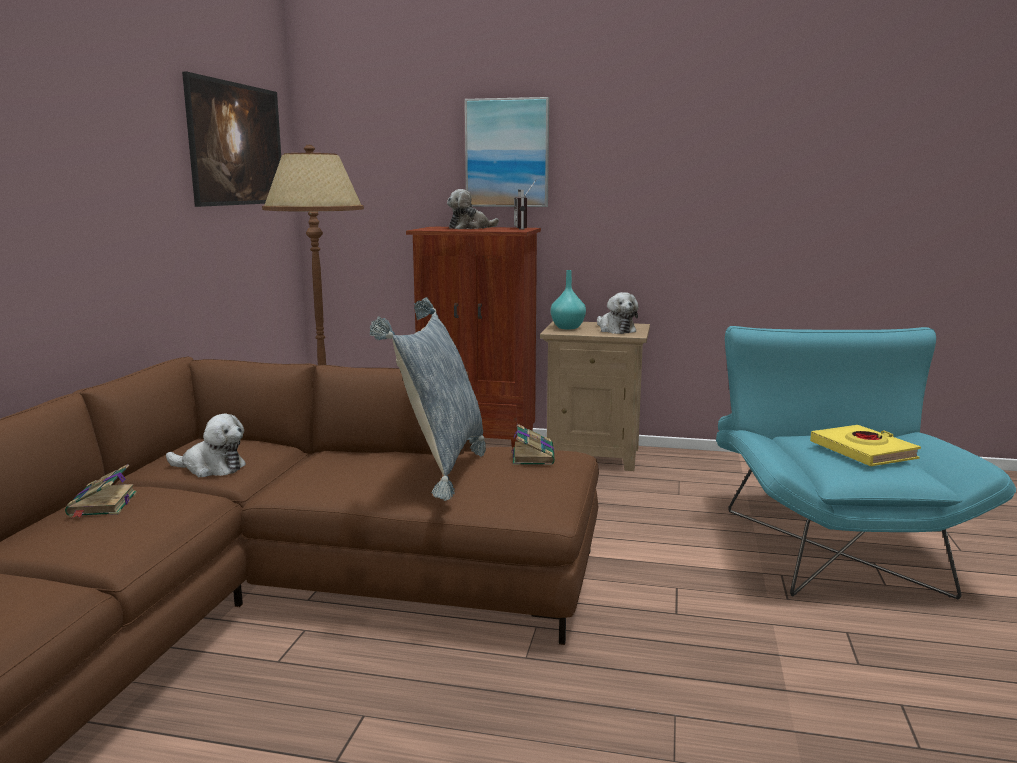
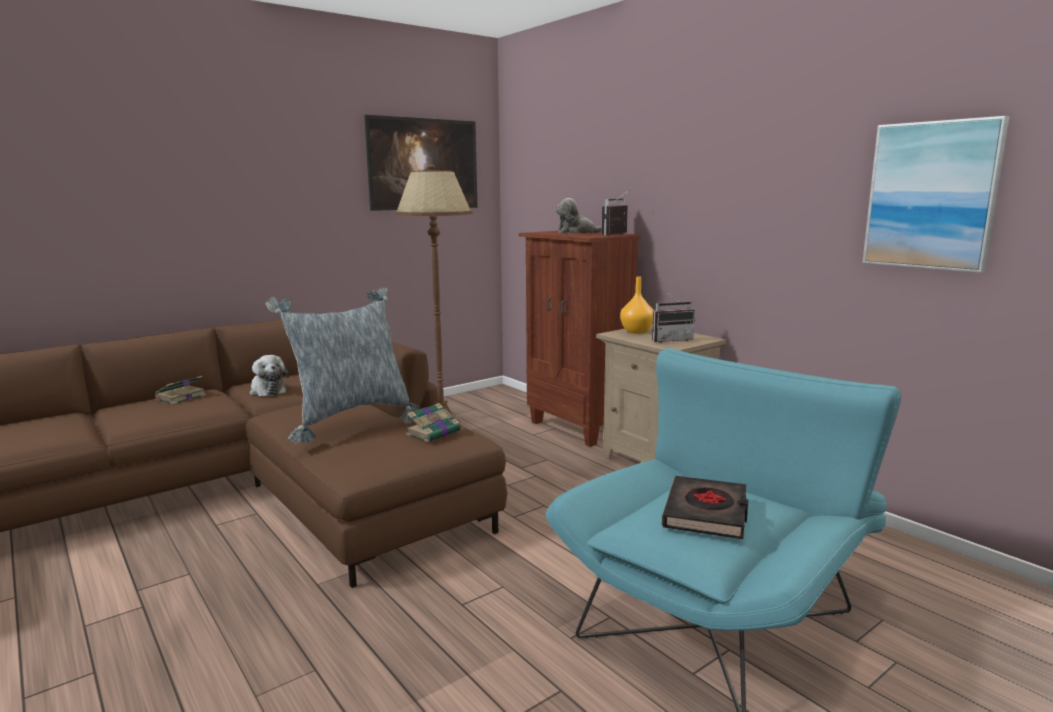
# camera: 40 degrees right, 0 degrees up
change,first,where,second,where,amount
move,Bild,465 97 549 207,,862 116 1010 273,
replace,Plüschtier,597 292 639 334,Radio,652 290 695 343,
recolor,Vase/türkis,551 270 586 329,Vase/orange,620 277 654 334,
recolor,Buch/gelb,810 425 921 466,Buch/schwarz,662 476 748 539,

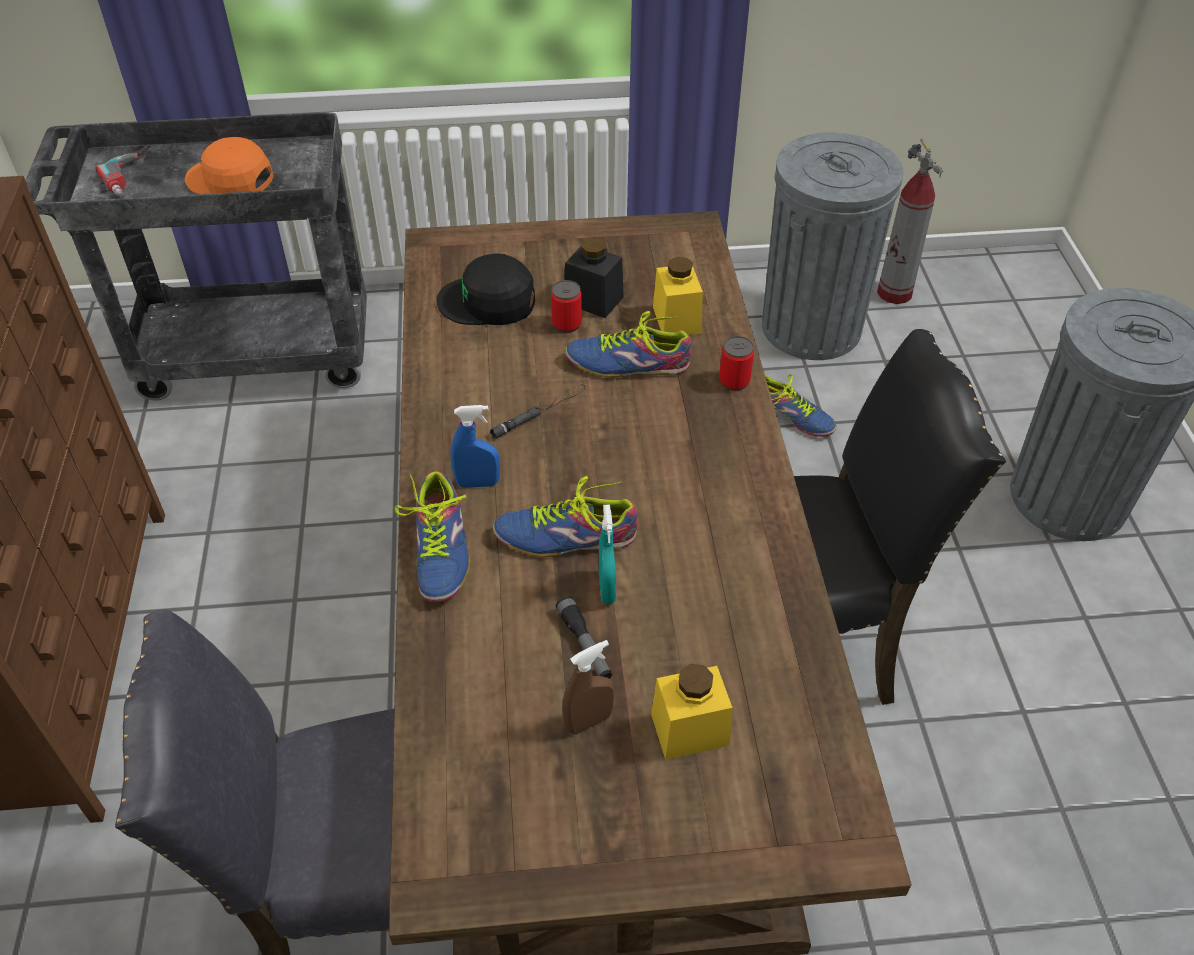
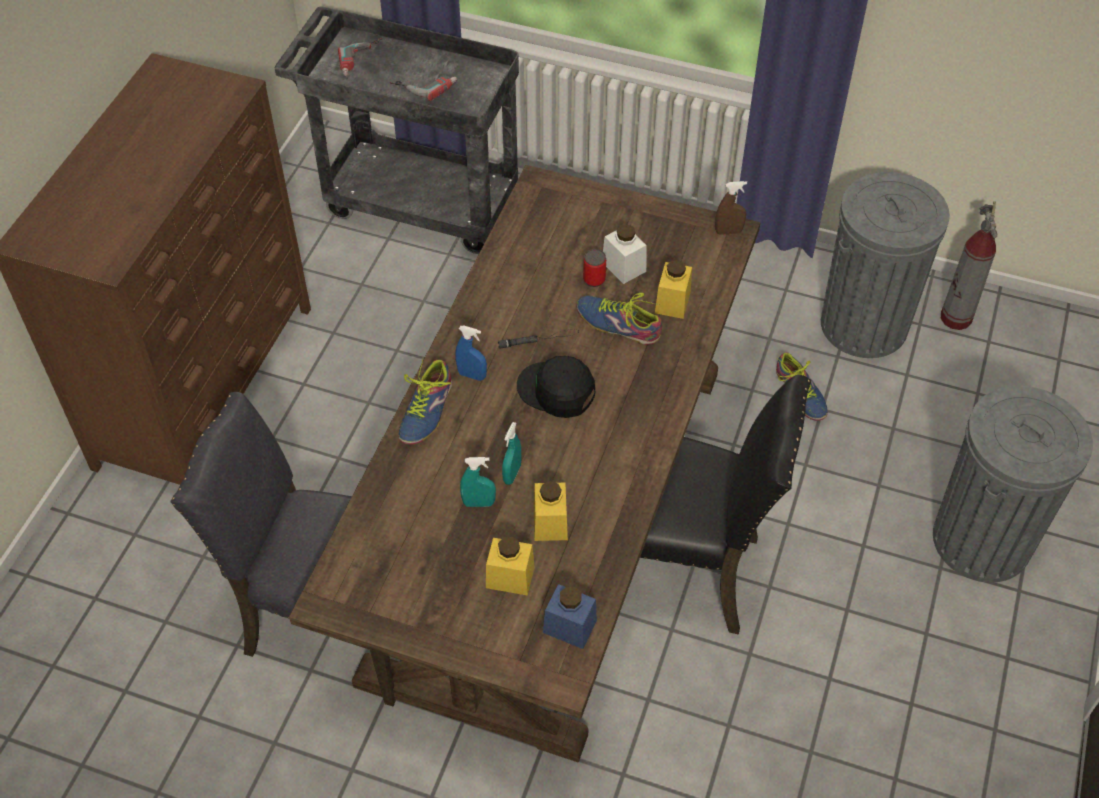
# camera: 25 degrees right, 5 degrees up
change,first,where,second,where,amount
delete,Schuh,493 476 638 557,,,
delete,Dose,719 336 754 391,,,
insert,,,Vorratsglas/gelb,534 481 568 541,
insert,,,Vorratsglas/blau,543 584 597 649,
move,Kappe/schwarz,437 253 535 325,,517 356 595 418,
move,Sprühflasche/braun,562 640 615 734,,715 181 747 235,
replace,Kappe/orange,185 137 273 194,Bohrmaschine,390 77 457 101,
replace,Taschenlampe,556 596 612 679,Sprühflasche/türkis,460 457 496 507,
recolor,Vorratsglas/schwarz,564 238 624 318,Vorratsglas/weiß,603 224 647 284,

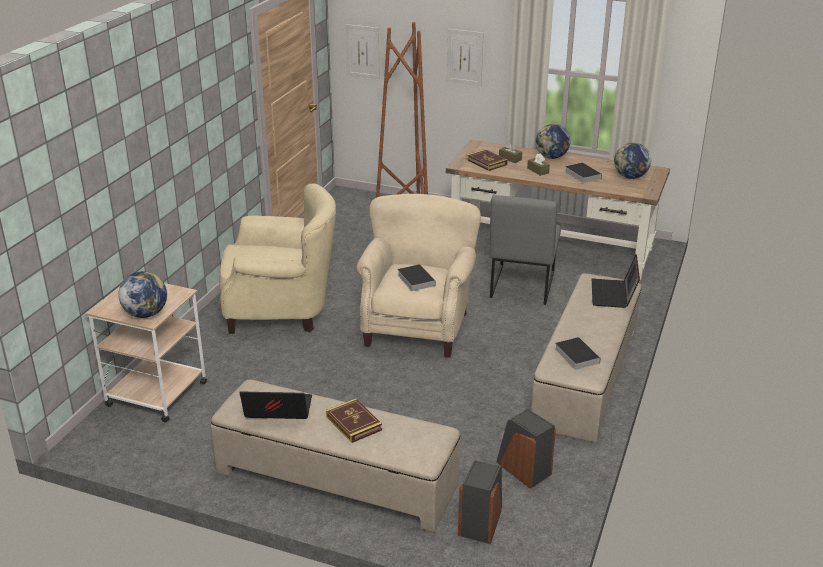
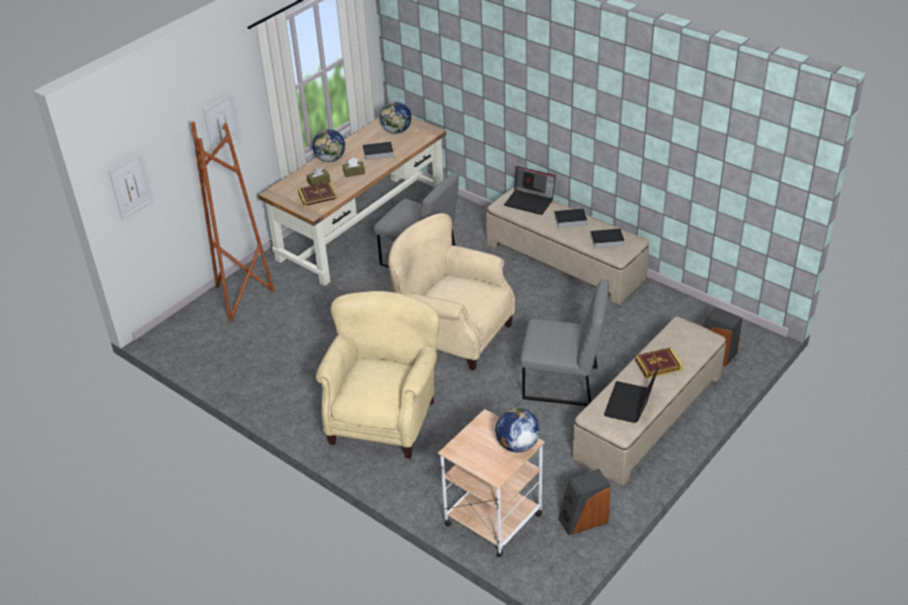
# camera: 70 degrees left, 10 degrees up
change,first,where,second,where,amount
insert,,,Stuhl/grau,520 280 609 406,
move,Buch,397 264 436 291,,549 208 587 228,
move,Lautsprecher,497 410 556 489,,558 469 611 536,

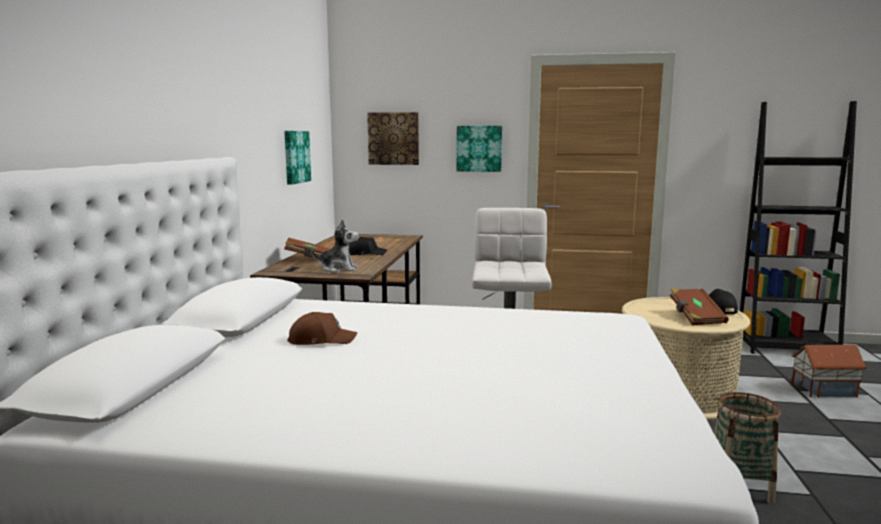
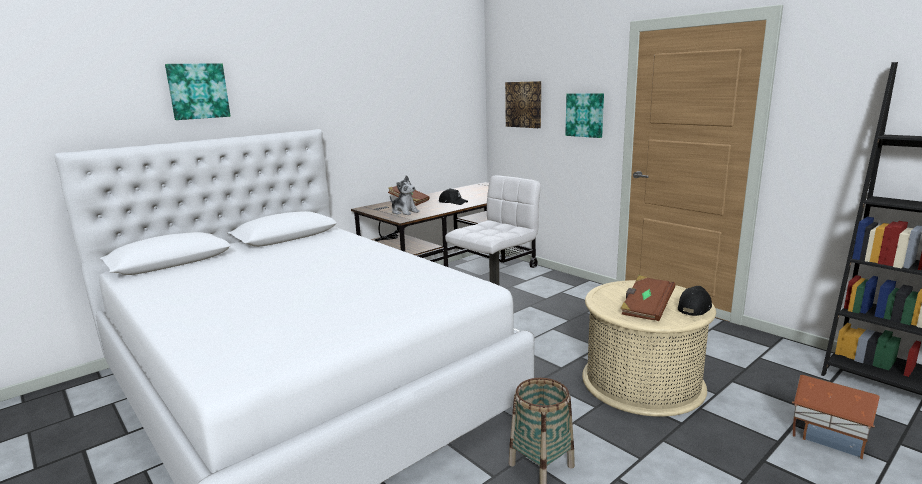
# camera: 40 degrees right, 5 degrees up
change,first,where,second,where,amount
delete,Kappe/braun,288 312 358 345,,,
move,Bild,284 131 311 185,,165 63 231 120,

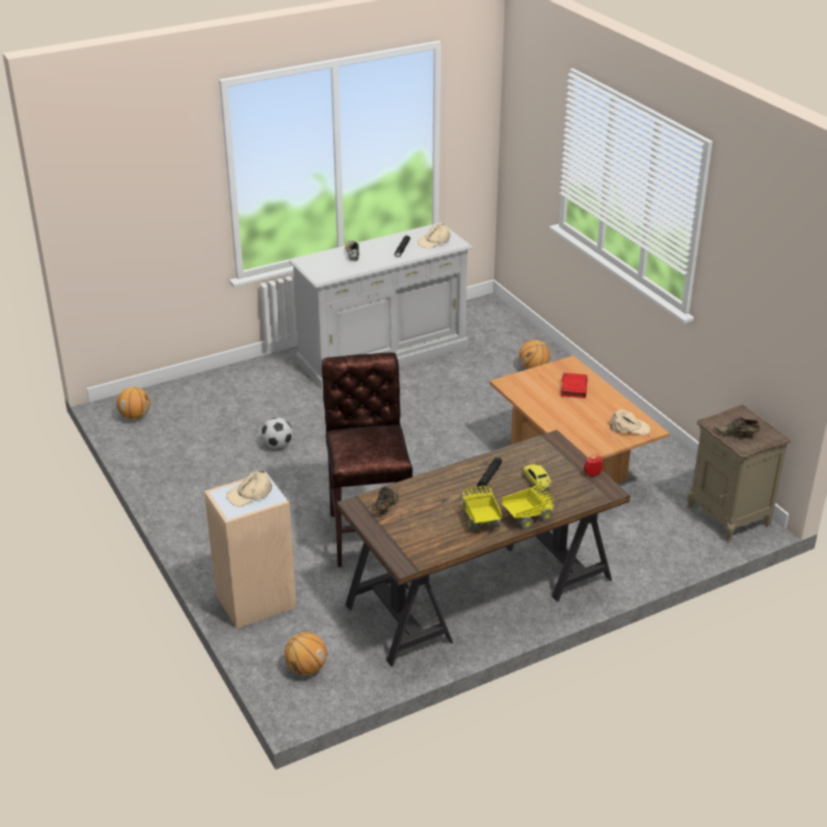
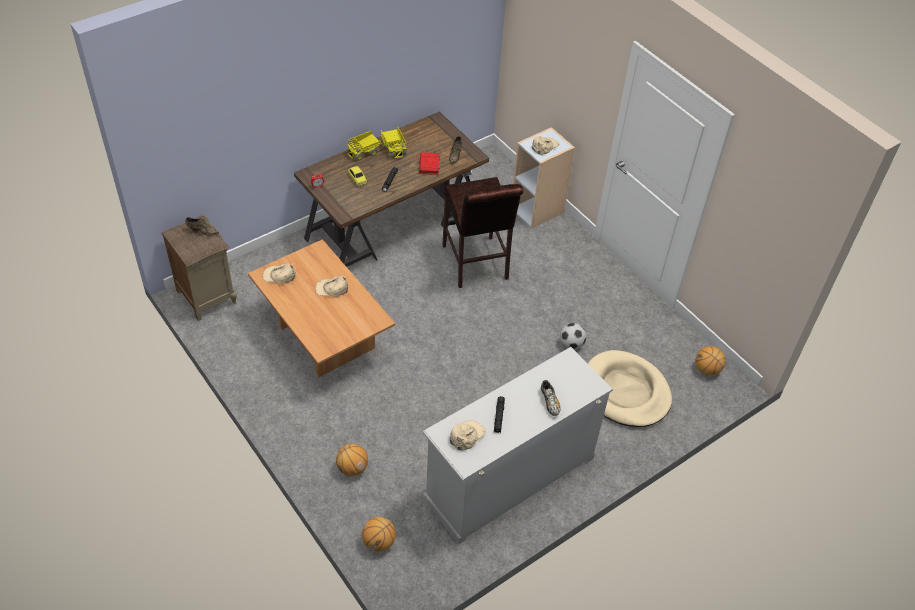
# camera: 170 degrees right, 15 degrees up
change,first,where,second,where,amount
insert,,,Kappe/beige,315 276 349 297,
insert,,,Hundebett/beige,588 350 672 427,
move,Basketball,284 632 327 675,,362 517 396 551,
move,Buch/rot,561 373 588 398,,419 152 440 175,

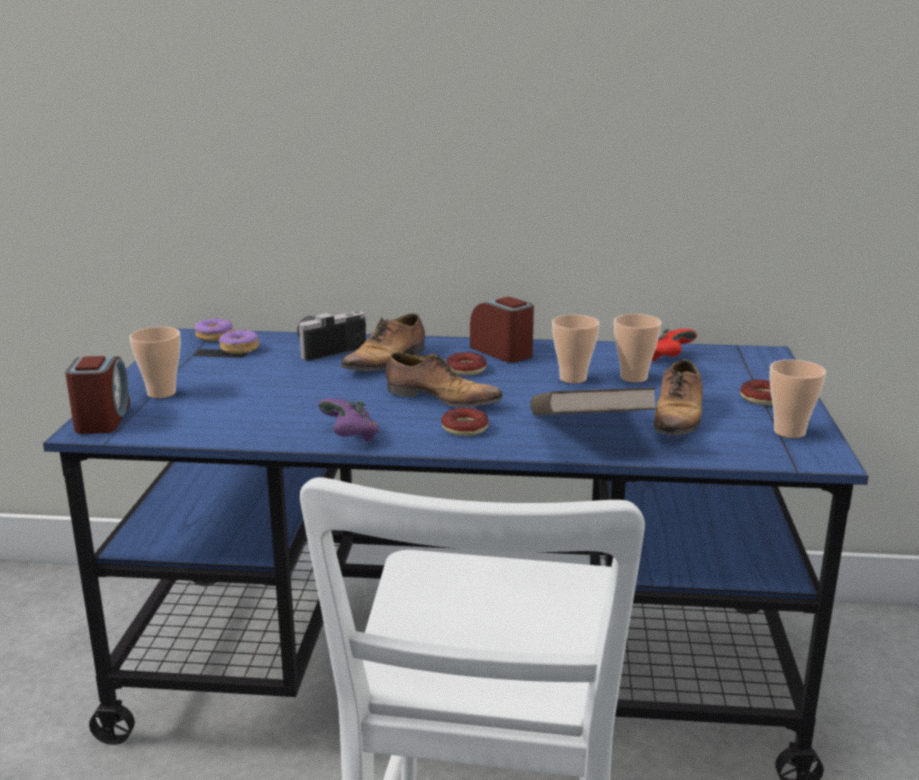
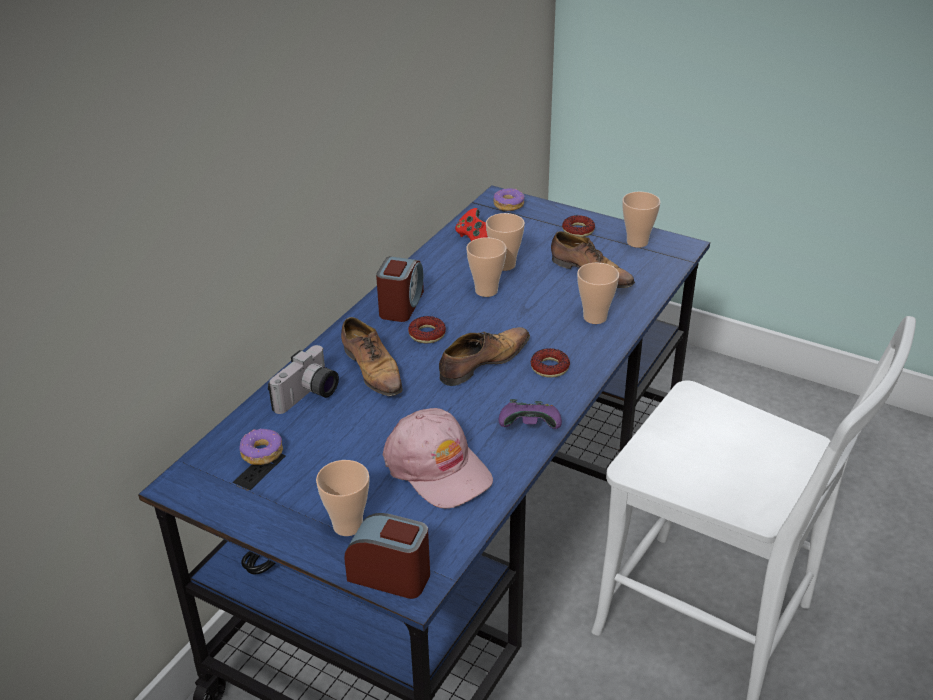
# camera: 65 degrees left, 15 degrees up
change,first,where,second,where,amount
insert,,,Kappe/rosa,383 408 493 509,
move,Donut,195 318 233 341,,494 188 525 211,
replace,Buch/braun,530 387 658 415,Tasse,577 263 619 324,
rotate,Kamera,297 311 366 361,,268 345 339 414,135 degrees counterclockwise
rotate,Wecker,470 297 534 363,,376 256 424 322,120 degrees clockwise

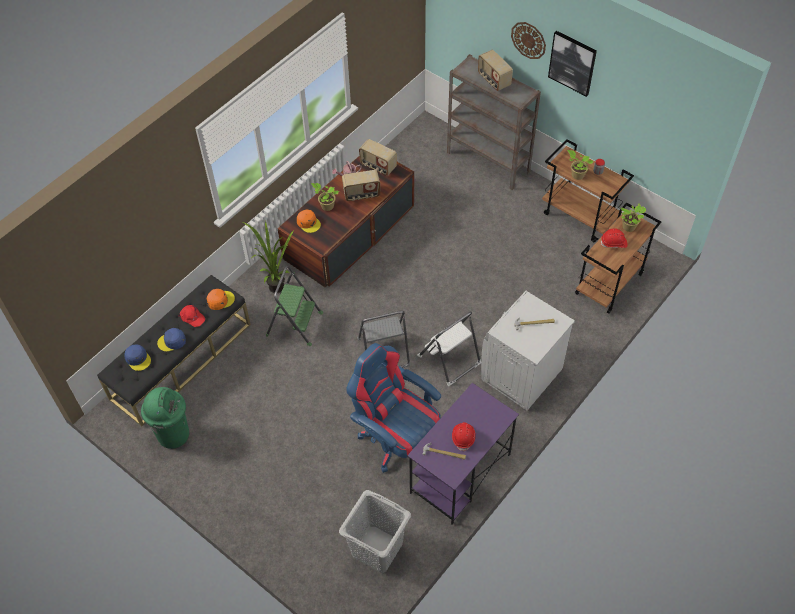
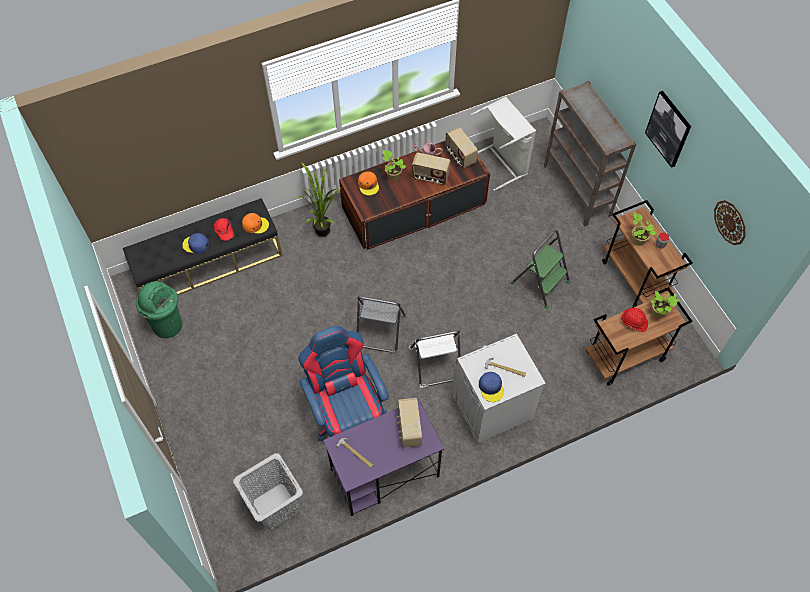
# camera: 25 degrees right, 5 degrees up
change,first,where,second,where,amount
delete,Schutzhelm/rot,452 422 476 452,,,
insert,,,Wäschekorb/grau,471 97 536 191,
move,Kappe/blau,124 344 151 371,,479 372 504 402,
move,Trittleiter/grün,266 266 323 346,,511 230 571 309,
move,Radio,478 50 513 91,,397 398 422 448,
move,Wanduhr,511 22 546 59,,714 200 745 245,

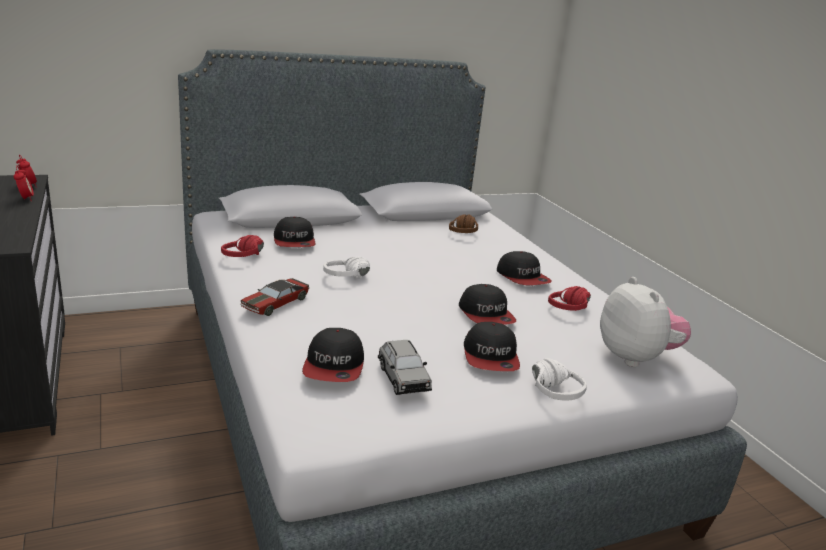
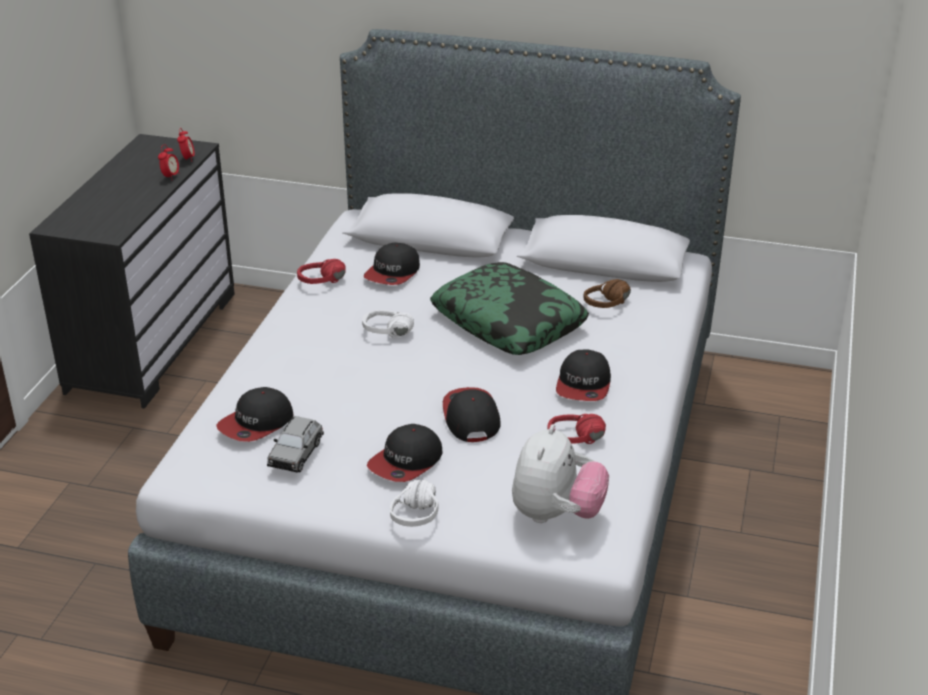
# camera: 40 degrees right, 10 degrees up
change,first,where,second,where,amount
delete,Spielzeugauto,240 278 309 316,,,
insert,,,Kissen,430 262 589 355,
rotate,Kappe,459 284 516 325,,443 387 501 442,150 degrees clockwise

